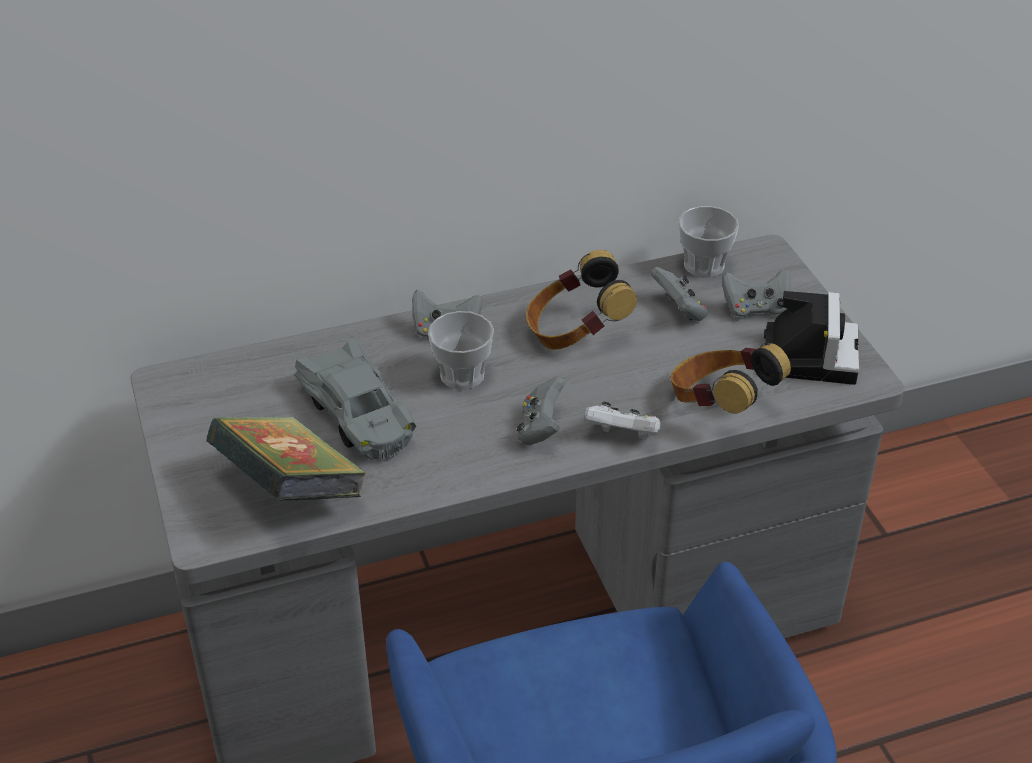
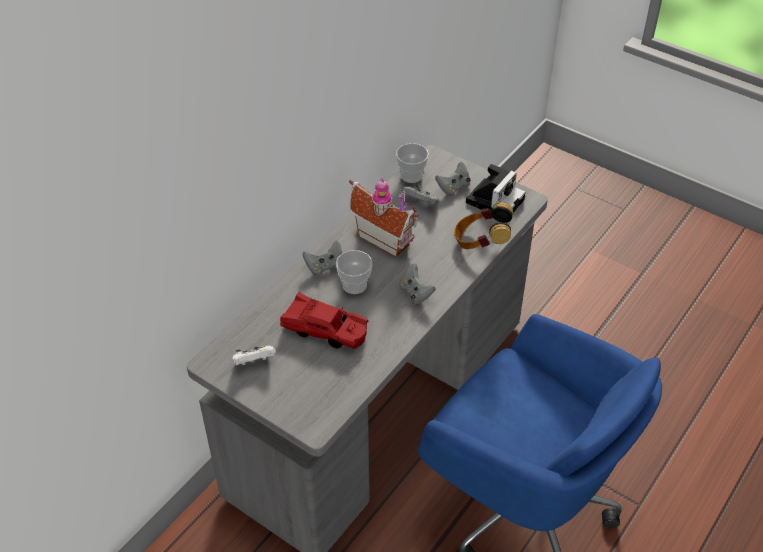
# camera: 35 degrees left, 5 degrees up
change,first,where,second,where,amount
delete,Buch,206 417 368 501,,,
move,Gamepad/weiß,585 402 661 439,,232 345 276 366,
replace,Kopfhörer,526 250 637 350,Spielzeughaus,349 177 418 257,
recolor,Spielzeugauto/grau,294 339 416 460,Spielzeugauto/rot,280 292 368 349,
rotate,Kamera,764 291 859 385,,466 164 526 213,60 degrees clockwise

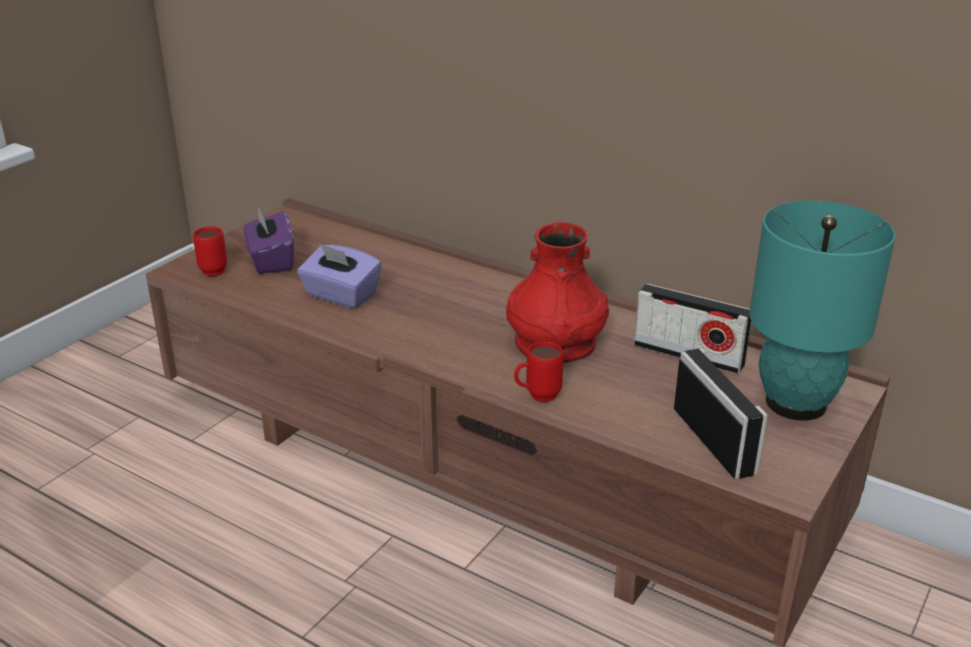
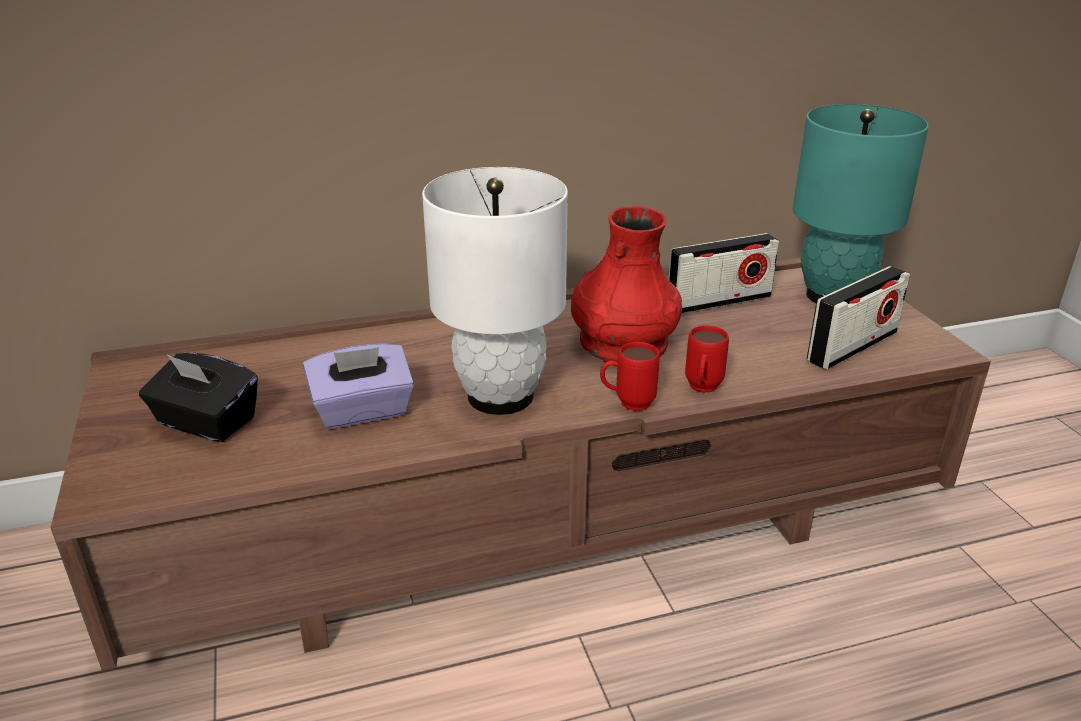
# camera: 50 degrees left, 0 degrees up
change,first,where,second,where,amount
insert,,,Tischlampe/weiß,422 167 568 415,
move,Henkelbecher/rot,193 226 227 276,,600 342 660 411,
recolor,Taschentuchbox/lila,244 207 294 274,Taschentuchbox/schwarz,139 352 258 442,
rotate,Radio,674 348 768 479,,807 266 910 370,120 degrees clockwise

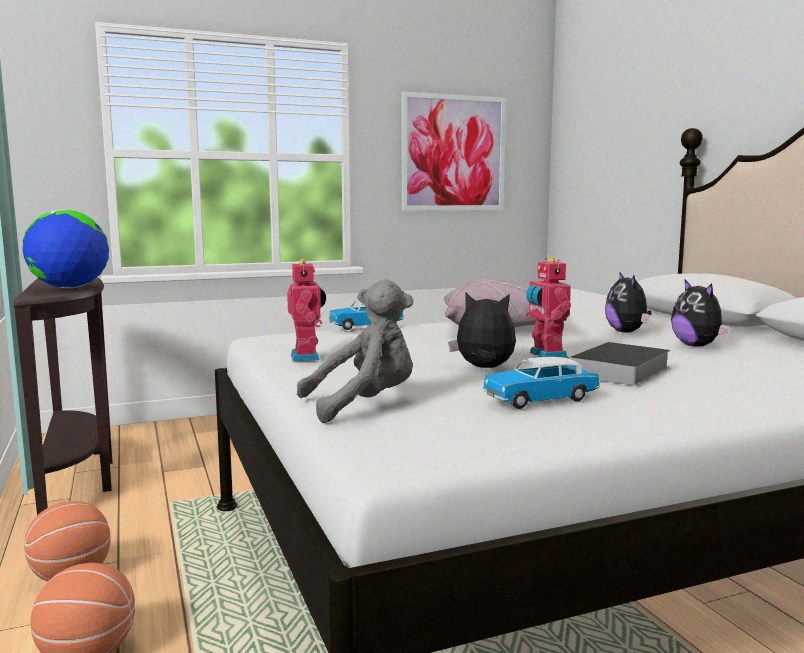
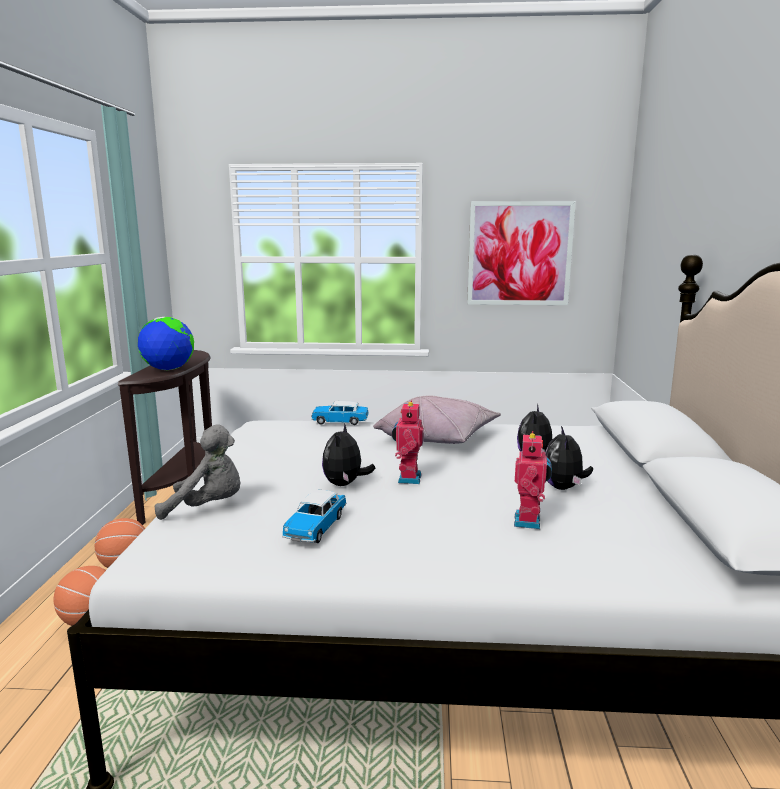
# camera: 25 degrees right, 5 degrees up
change,first,where,second,where,amount
delete,Buch,567 342 670 386,,,
move,Spielzeugroboter,287 259 326 361,,514 431 552 529,
rotate,Plüschtier,448 293 516 368,,322 423 376 486,120 degrees counterclockwise
rotate,Spielzeugauto,482 357 600 409,,282 490 346 543,75 degrees counterclockwise

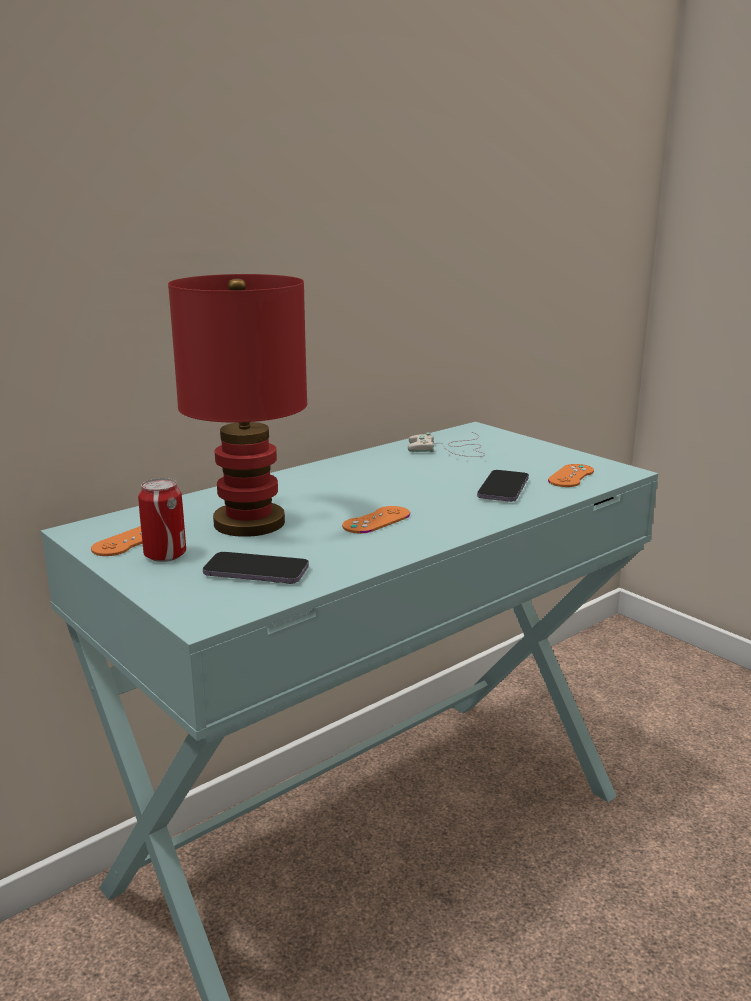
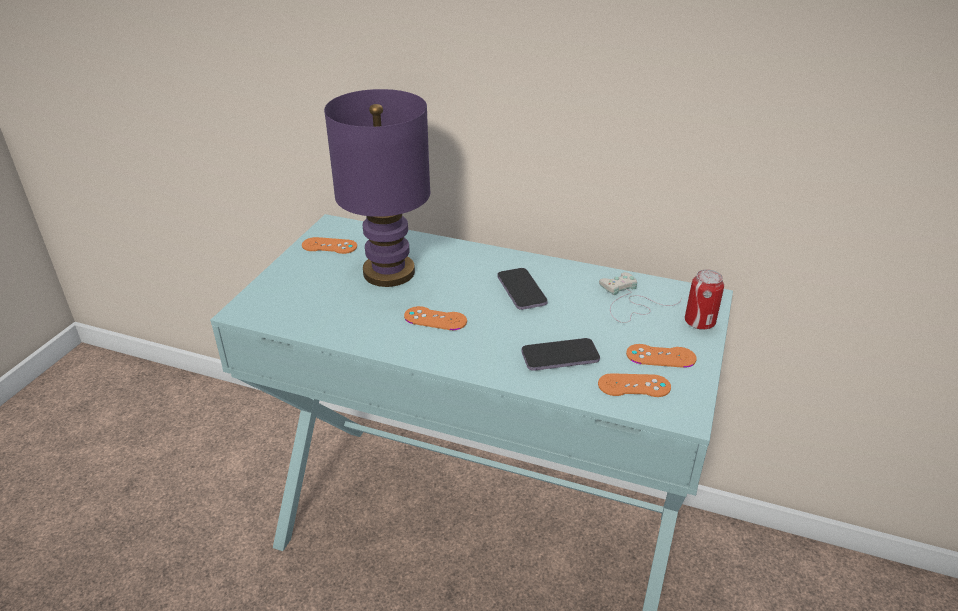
# camera: 60 degrees right, 15 degrees up
change,first,where,second,where,amount
insert,,,Gamepad/orange,626 344 697 368,
move,Dose,138 478 186 562,,685 269 724 330,
move,Handy,203 552 309 584,,497 268 548 310,
recolor,Tischlampe/rot,168 274 307 537,Tischlampe/lila,324 89 430 287,

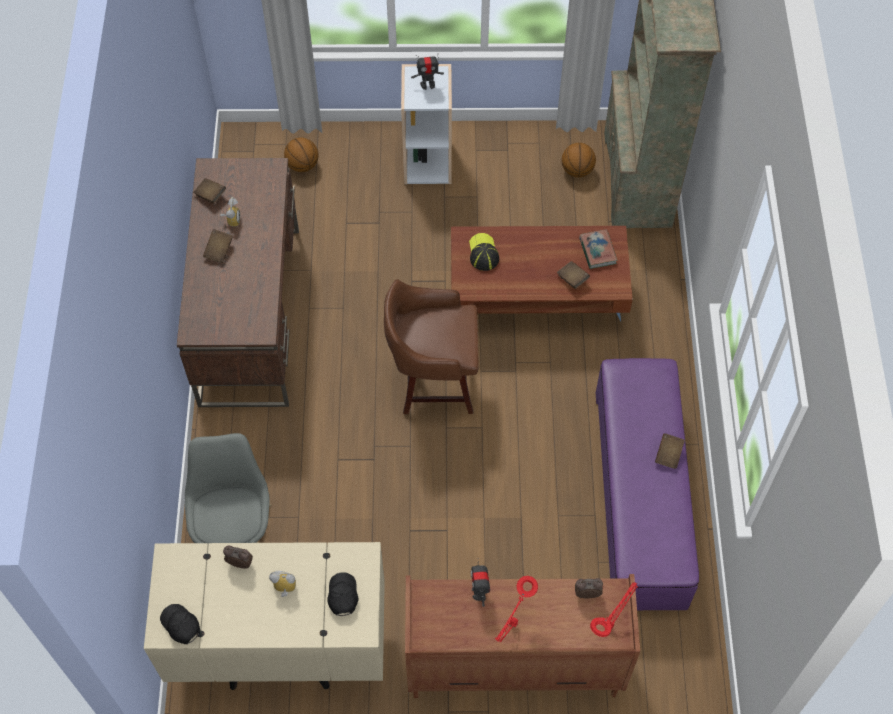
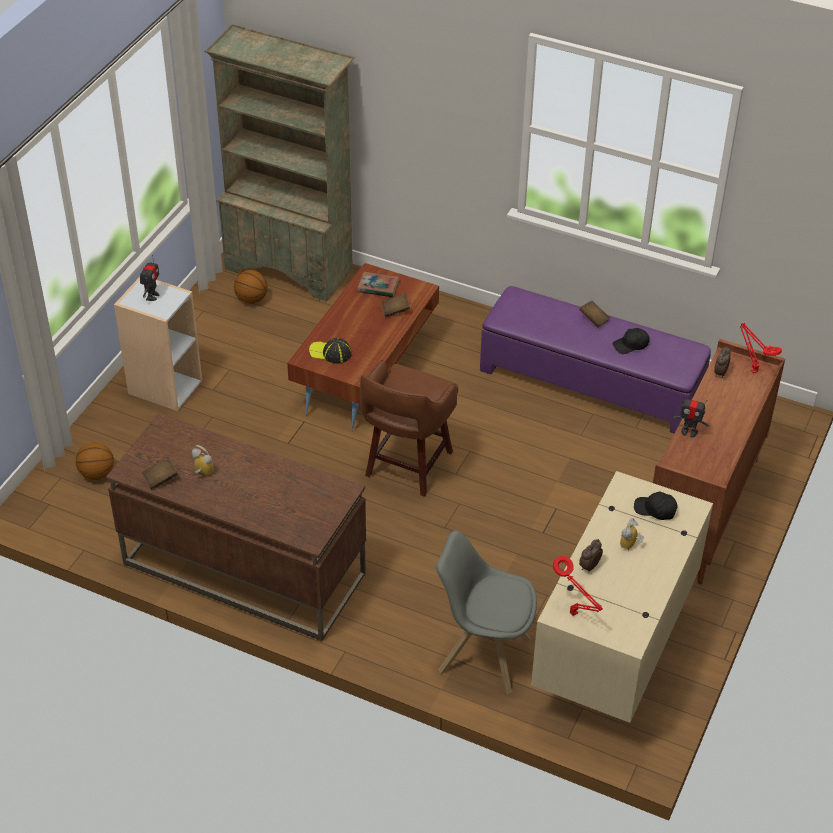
# camera: 65 degrees left, 15 degrees down
change,first,where,second,where,amount
delete,Buch/braun,203 229 233 263,,,
move,Kappe/schwarz,160 604 200 644,,613 328 650 354,
move,Tischlampe/rot,495 576 538 642,,553 556 603 616,

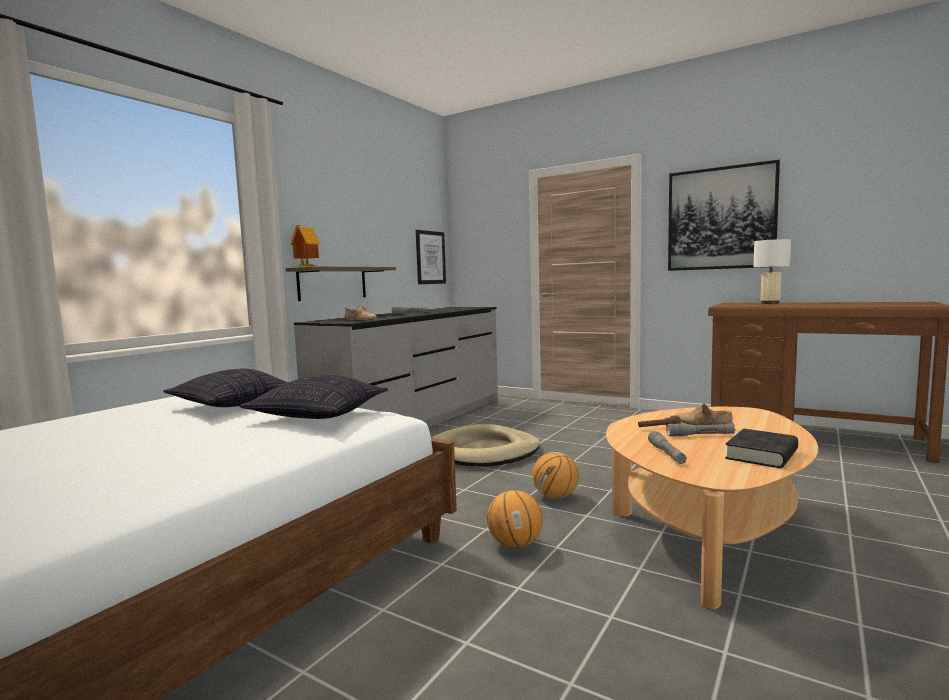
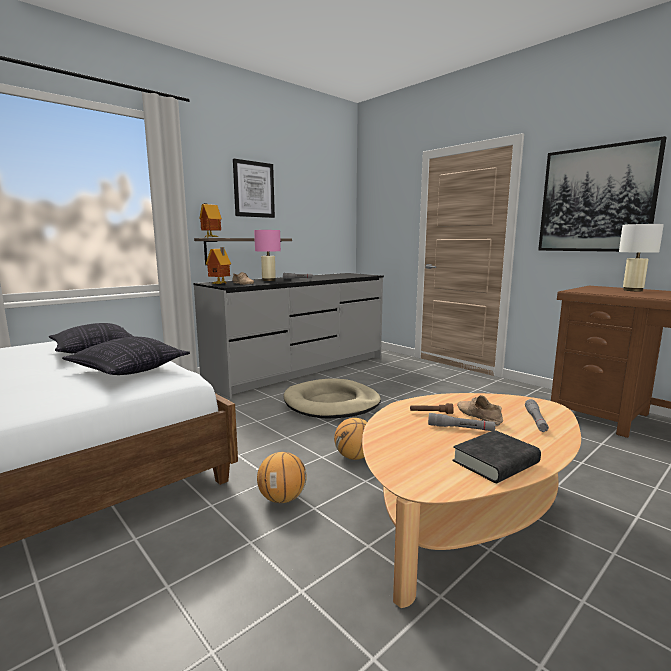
# camera: 15 degrees right, 5 degrees up
change,first,where,second,where,amount
insert,,,Spielzeughaus,206 247 231 284,
insert,,,Tischlampe/rosa,254 230 281 281,
move,Bild,416 230 446 284,,233 159 275 218,
move,Taschenlampe/grau,648 431 687 464,,525 399 549 432,

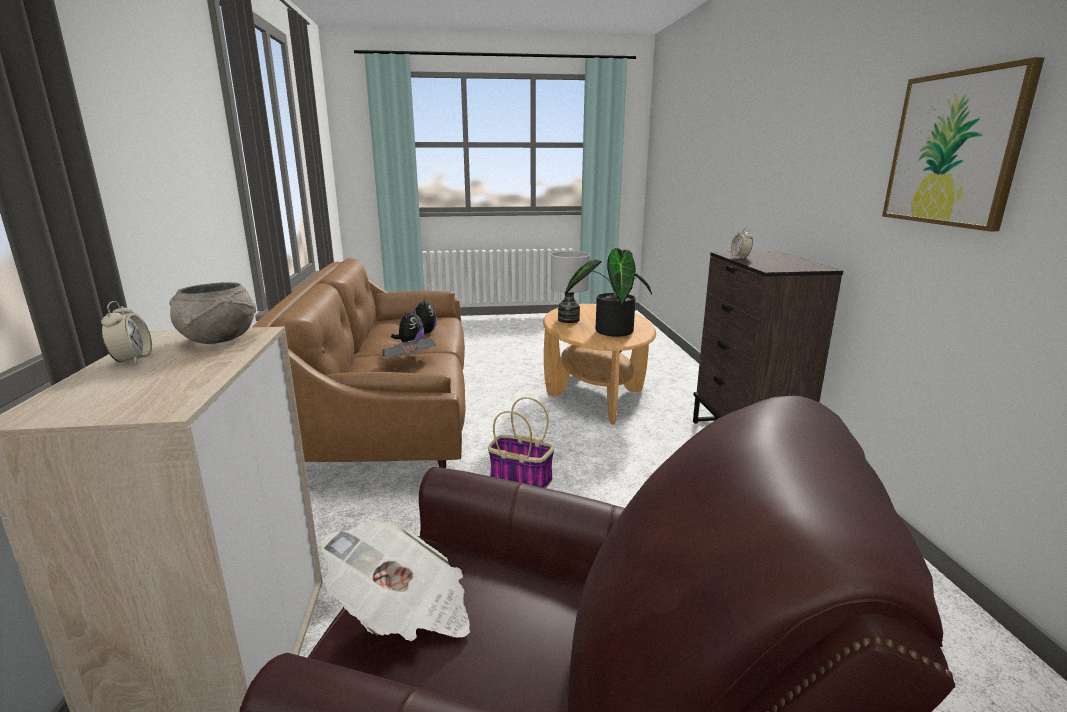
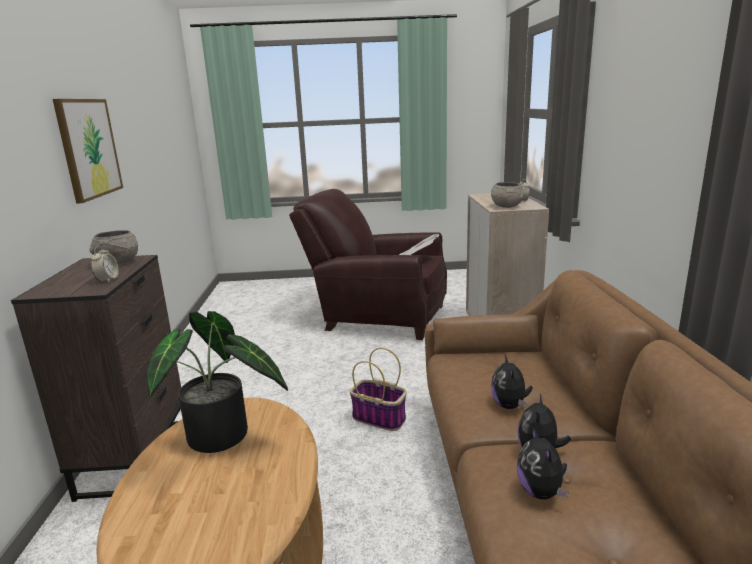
# camera: 175 degrees left, 0 degrees up
change,first,where,second,where,amount
delete,Tischlampe/grau,551 251 590 323,,,
insert,,,Schüssel/grau,90 230 138 265,
replace,Zeitung,381 339 436 357,Plüschtier,491 355 533 409,

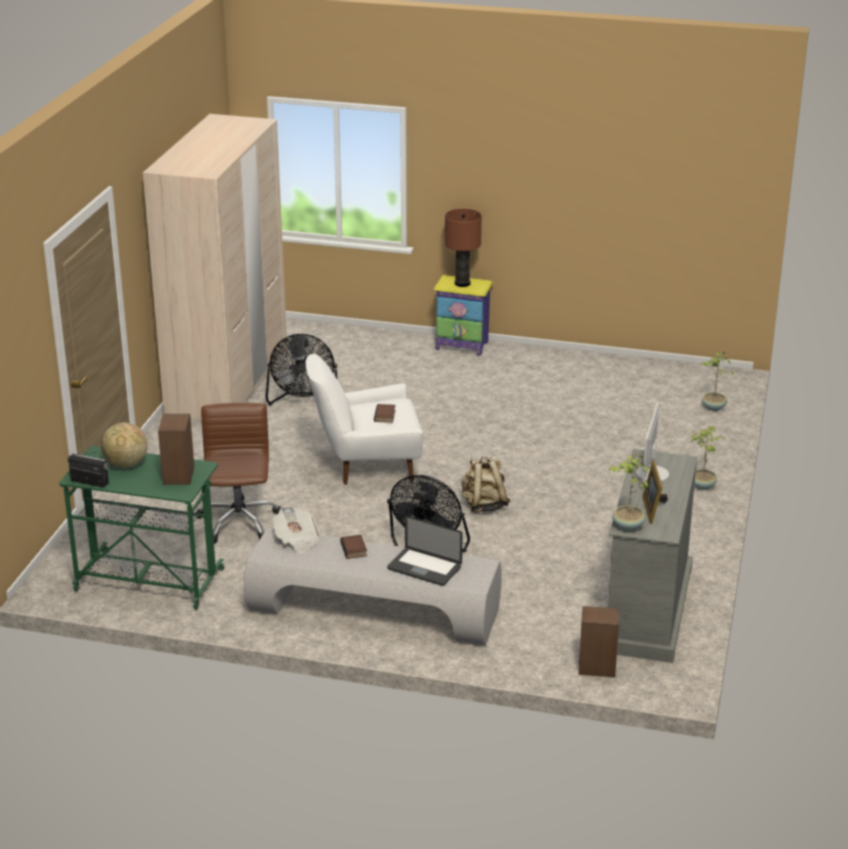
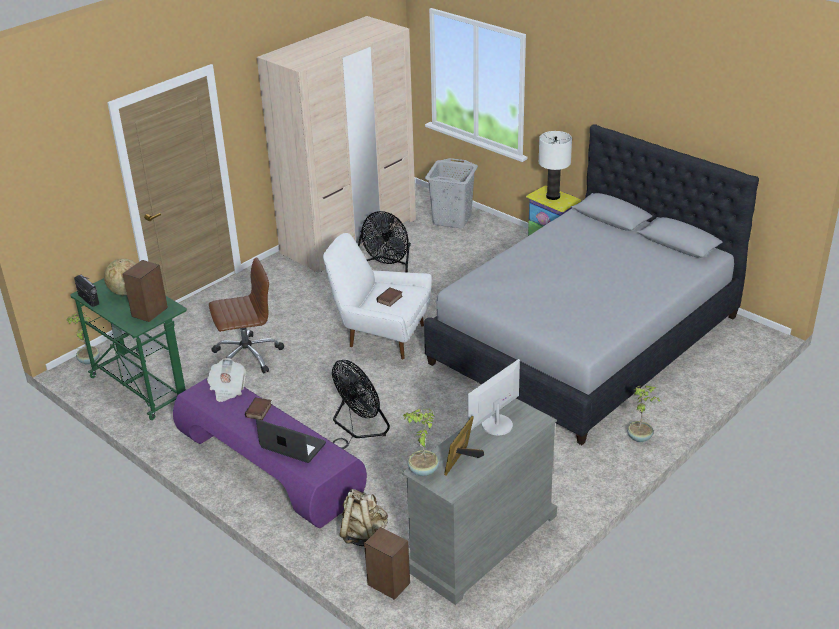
# camera: 30 degrees right, 5 degrees up
change,first,where,second,where,amount
insert,,,Bett/grau,424 124 759 445,
insert,,,Wäschekorb/grau,425 158 478 228,
move,Rucksack/beige,461 456 510 513,,340 489 388 547,
move,Topfpflanze,701 351 733 411,,67 312 100 365,
recolor,Bank/grau,244 528 502 646,Bank/lila,173 378 367 528,
recolor,Tischlampe/braun,445 209 482 287,Tischlampe/weiß,539 131 572 200,
rotate,Bürostuhl/braun,196 403 282 543,,209 257 284 373,45 degrees clockwise
rotate,Laptop,387 516 462 586,,256 419 326 463,150 degrees clockwise

